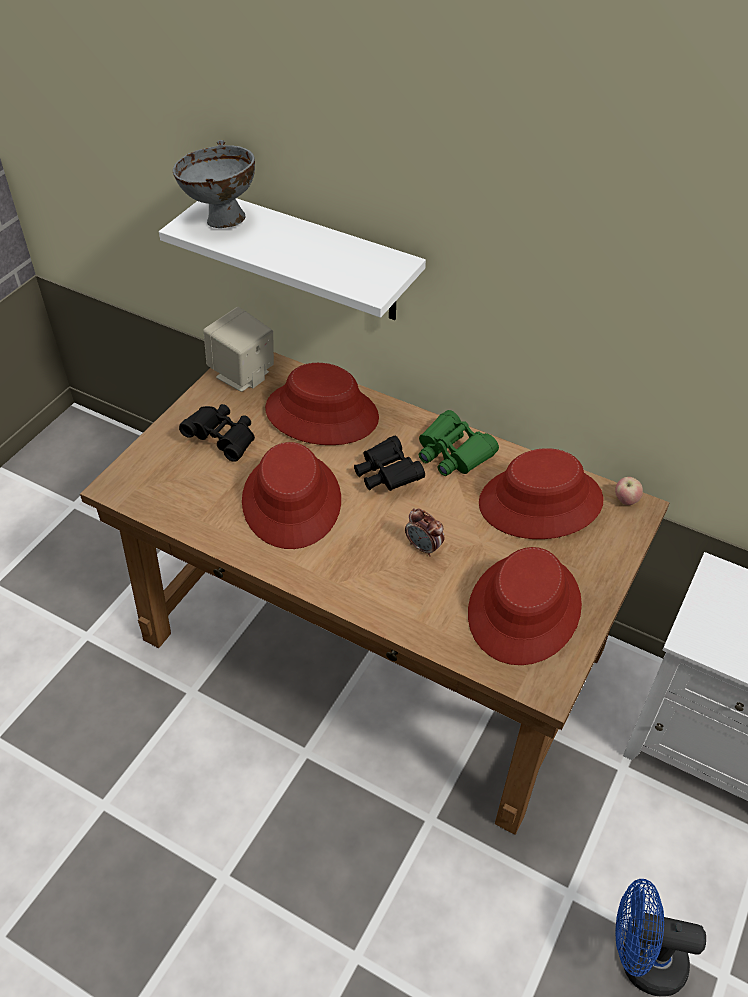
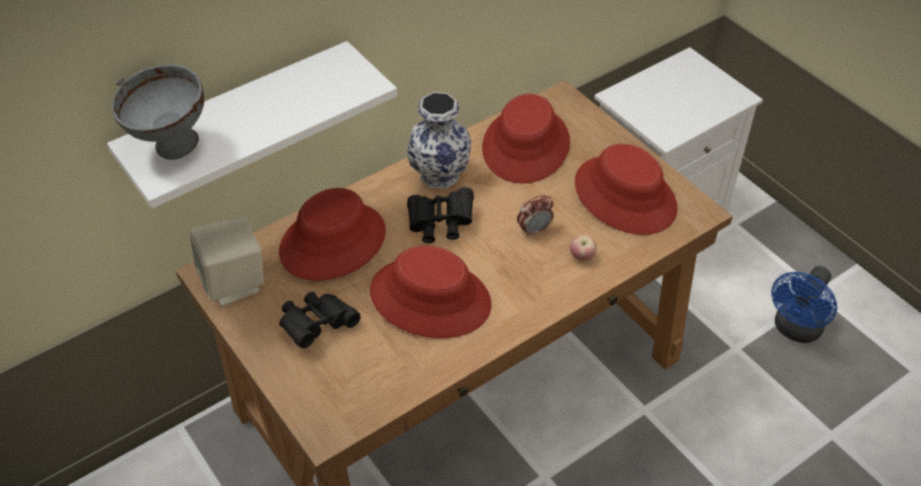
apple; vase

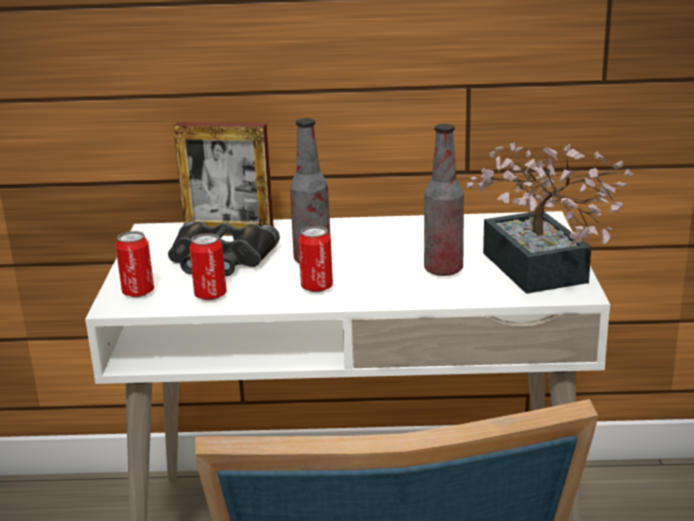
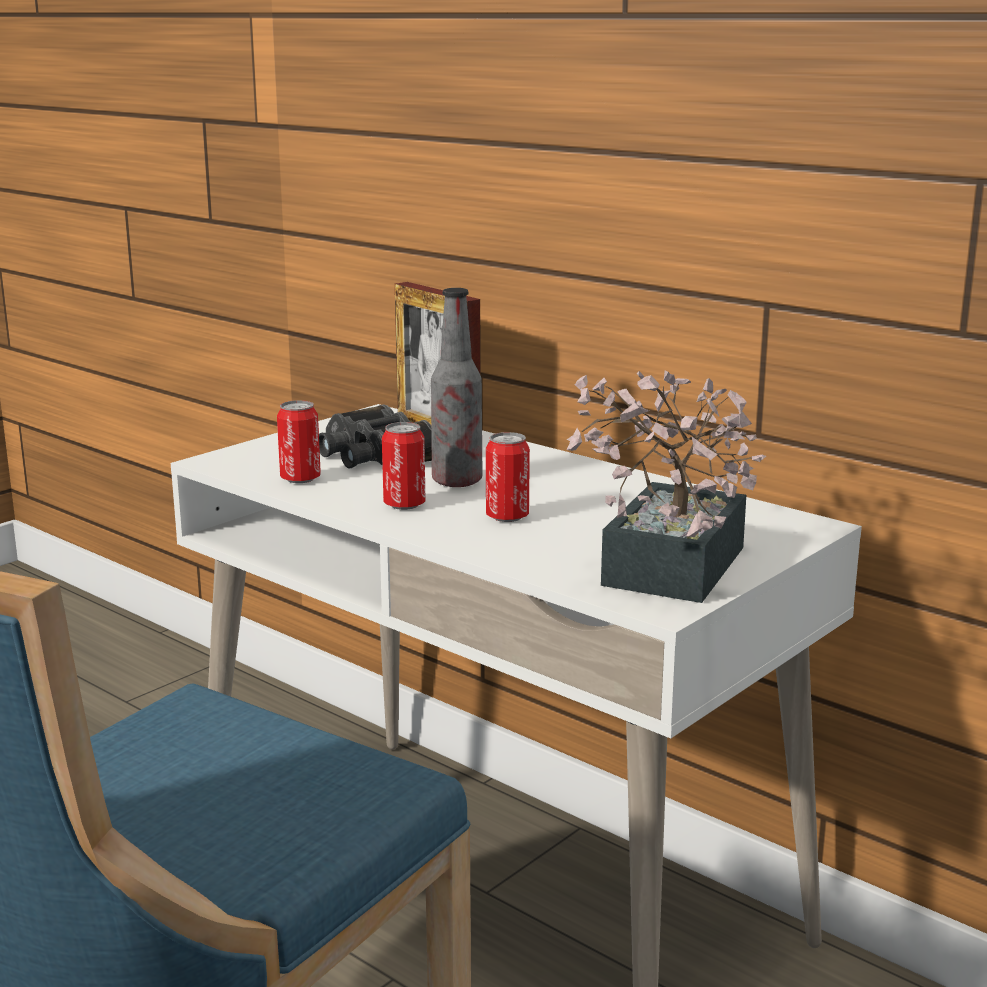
bottle (no. 2 from left in the first image); can (no. 3 from left)

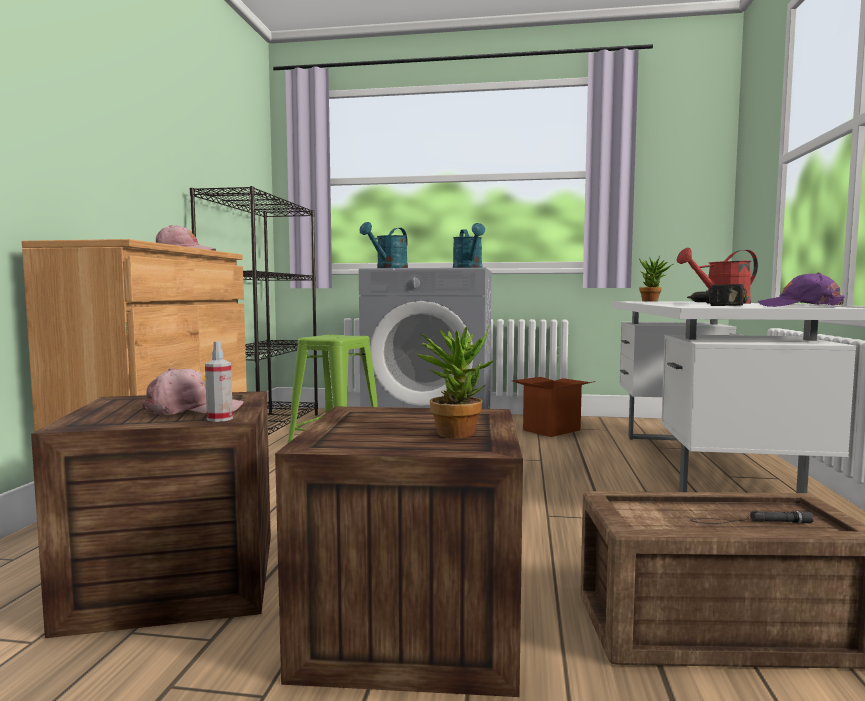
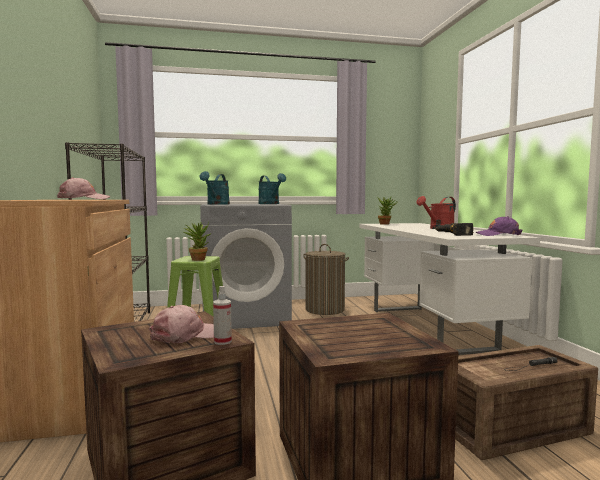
potted plant (no. 1 from left); laundry basket

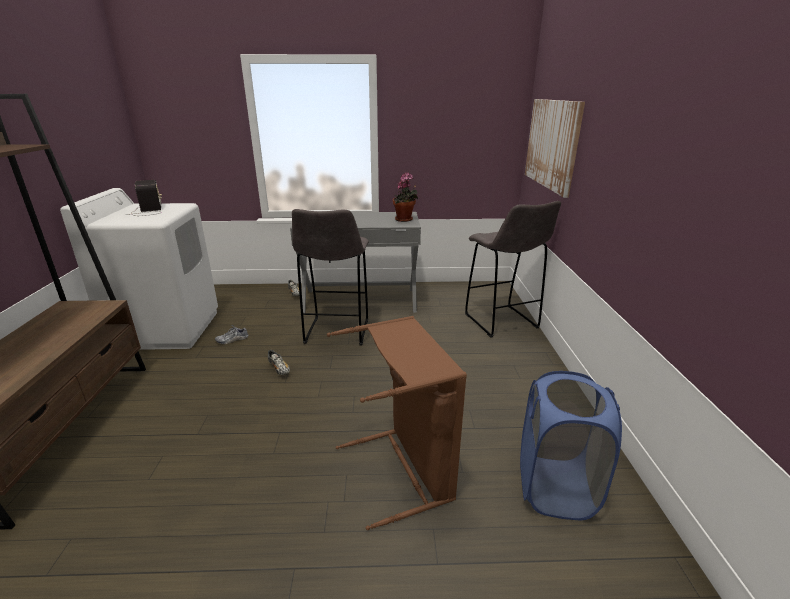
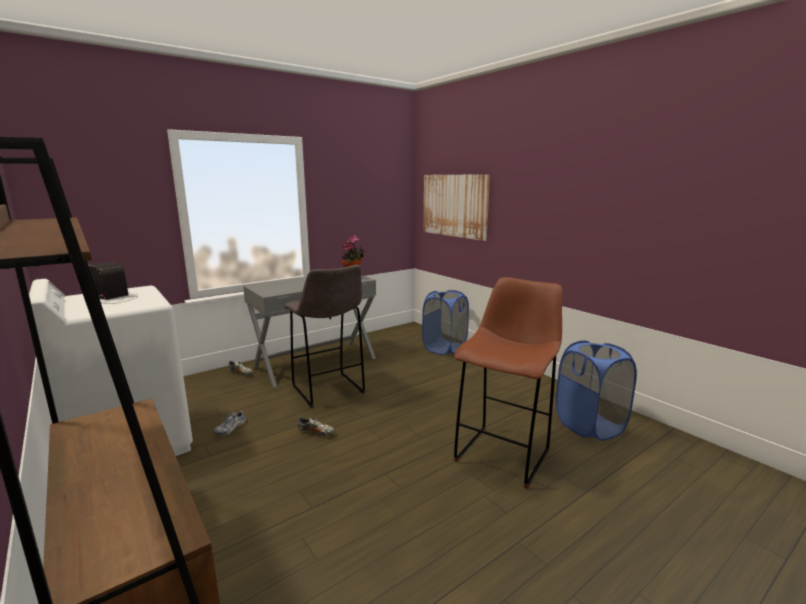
brown stool; blue laundry basket (no. 1 from left)

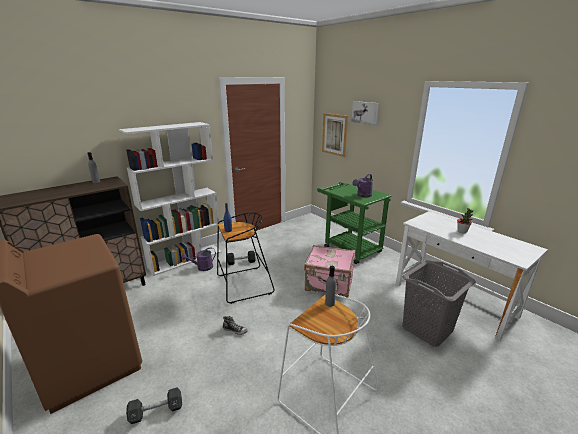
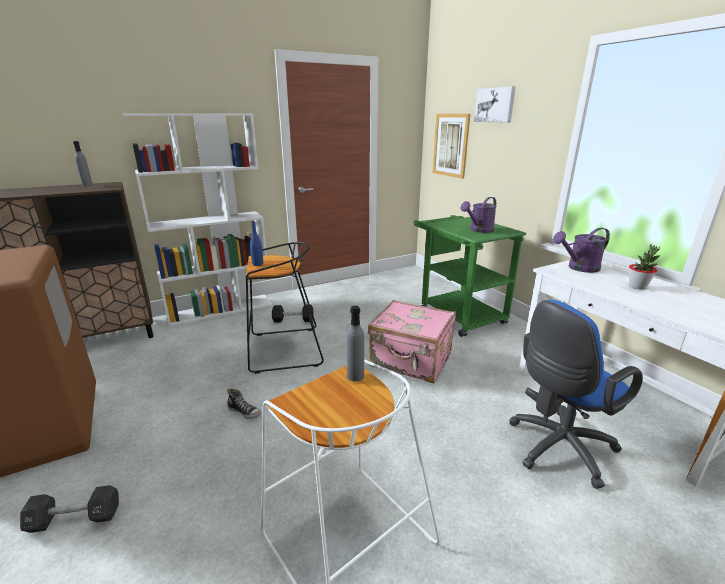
purple watering can (no. 2 from left); blue office chair

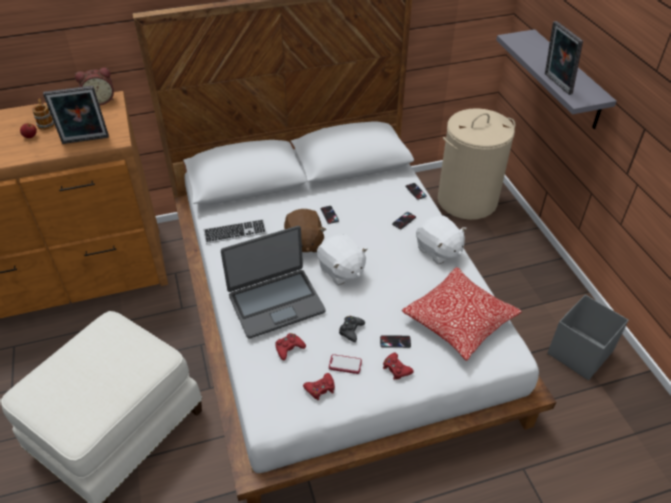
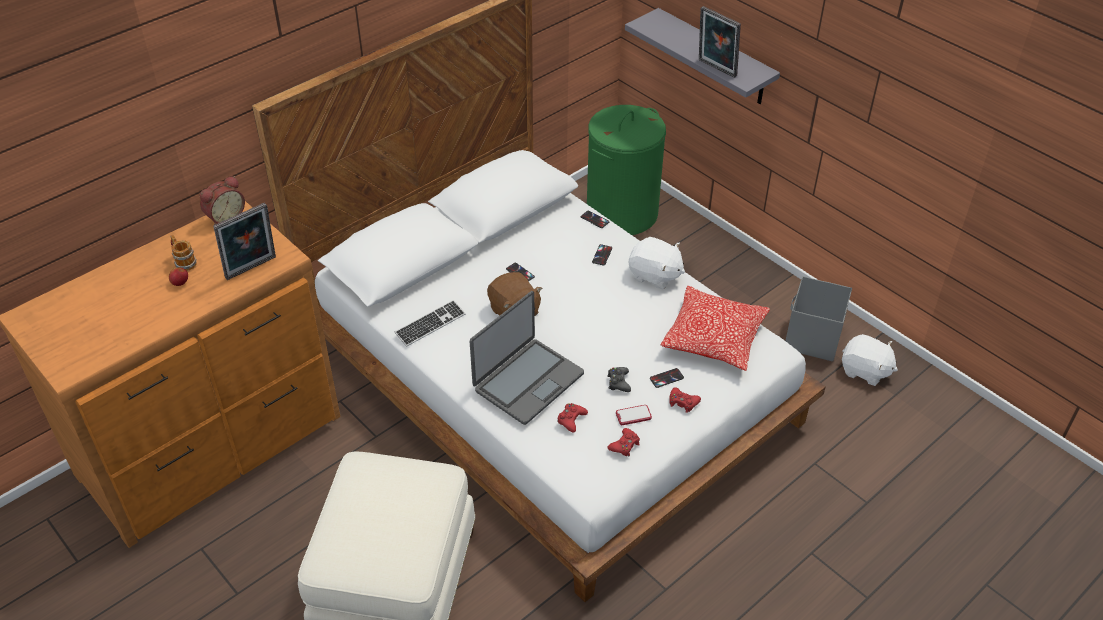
white plush toy (no. 2 from left); green laundry basket

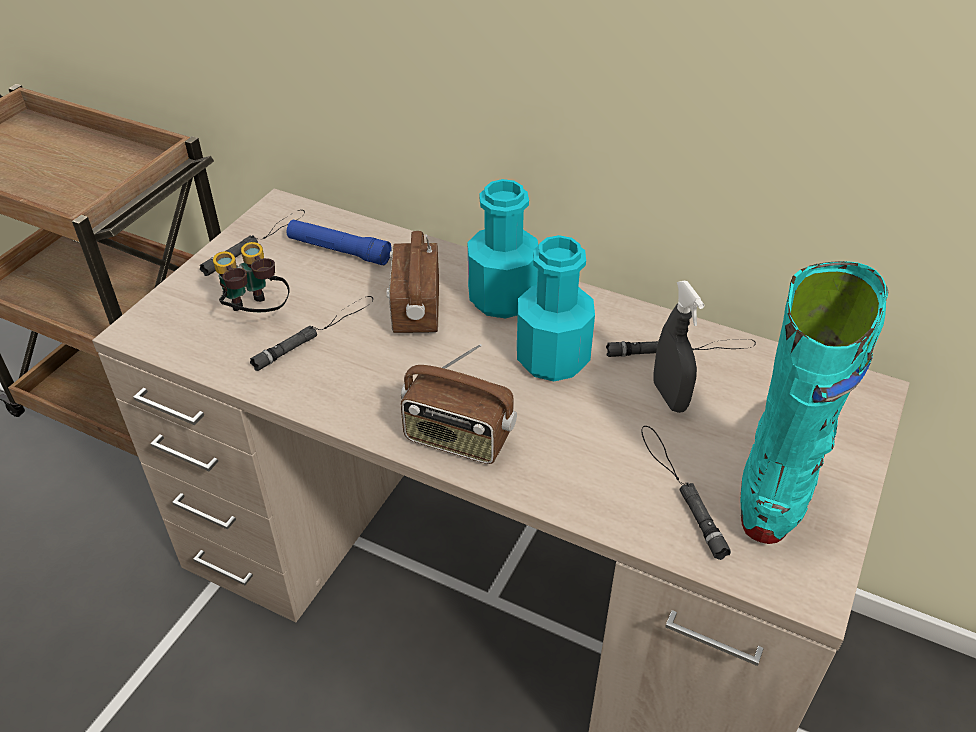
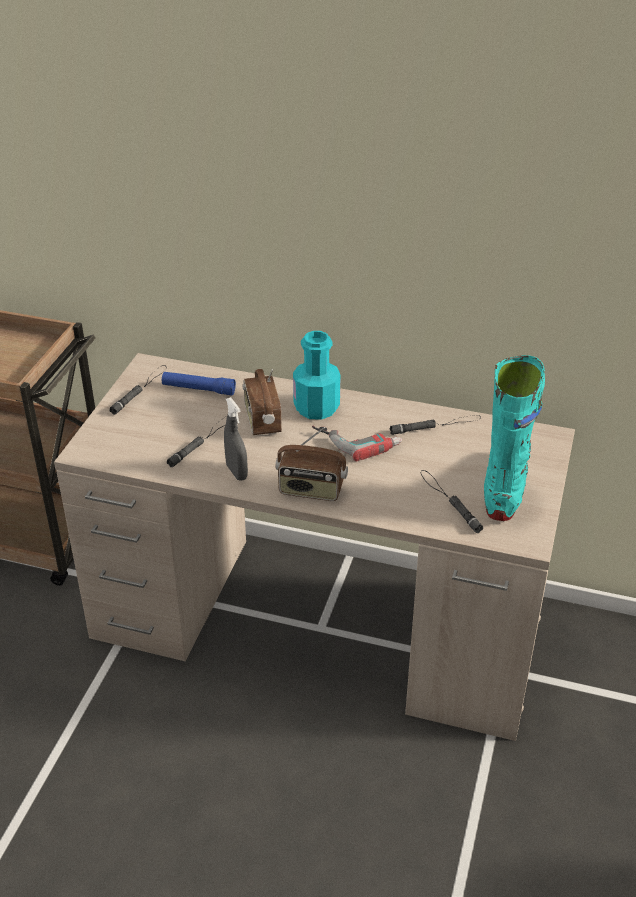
binoculars; grey spray bottle; power drill

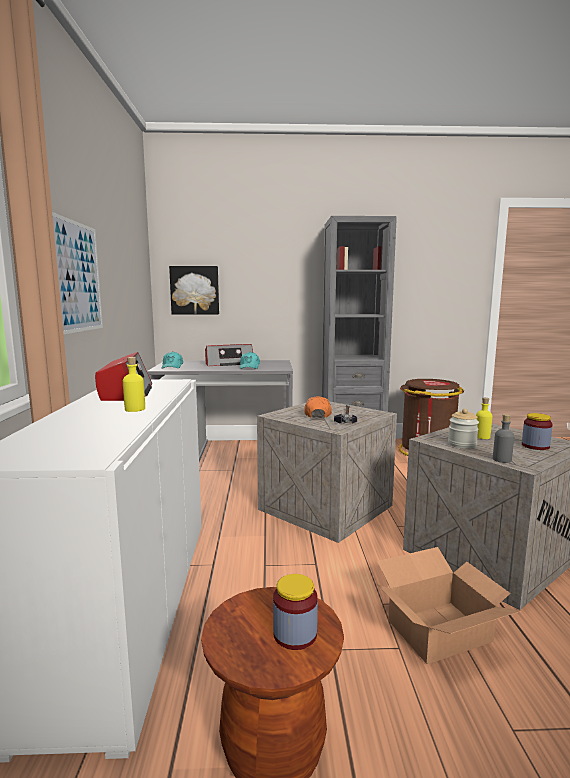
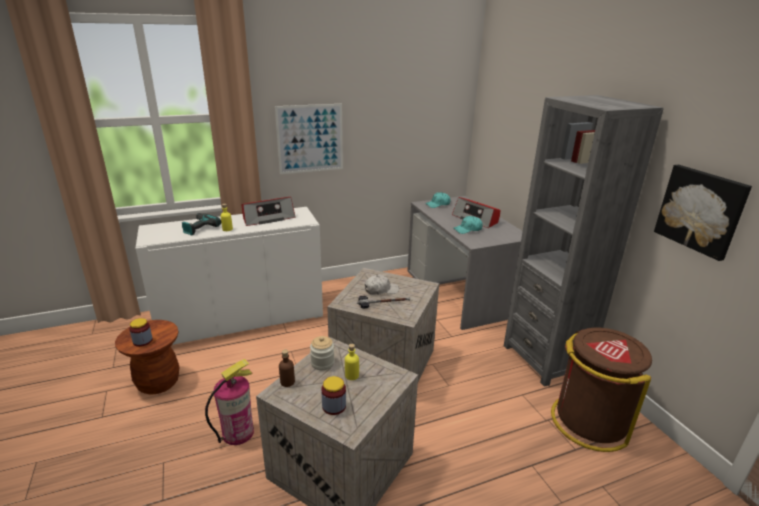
power drill; picture (no. 2 from left); fire extinguisher; white cap; brown bottle

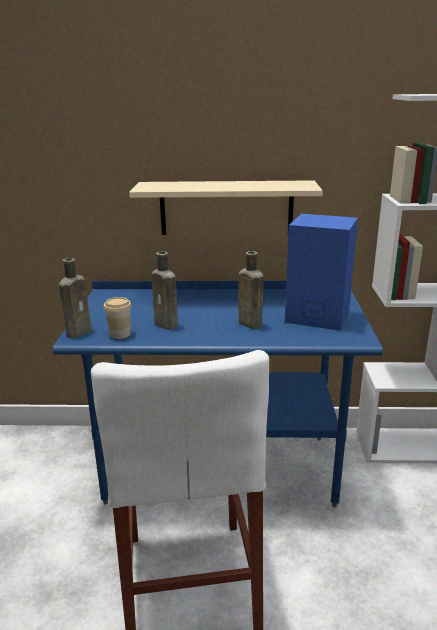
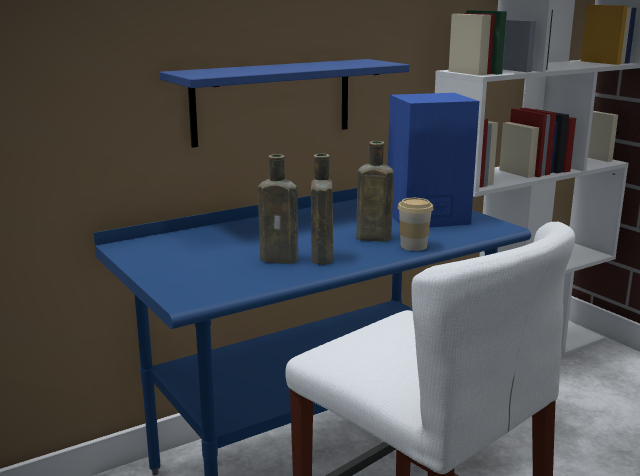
brown bottle (no. 2 from left); cup; blue shelf

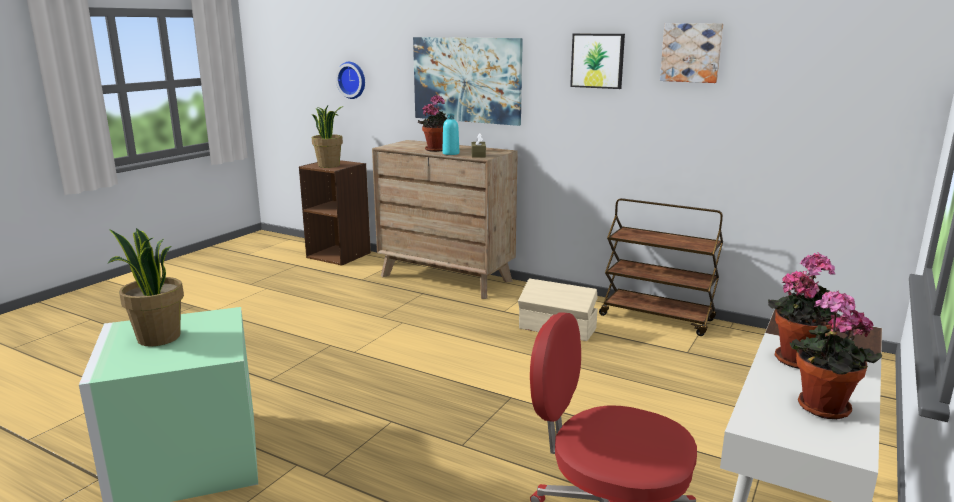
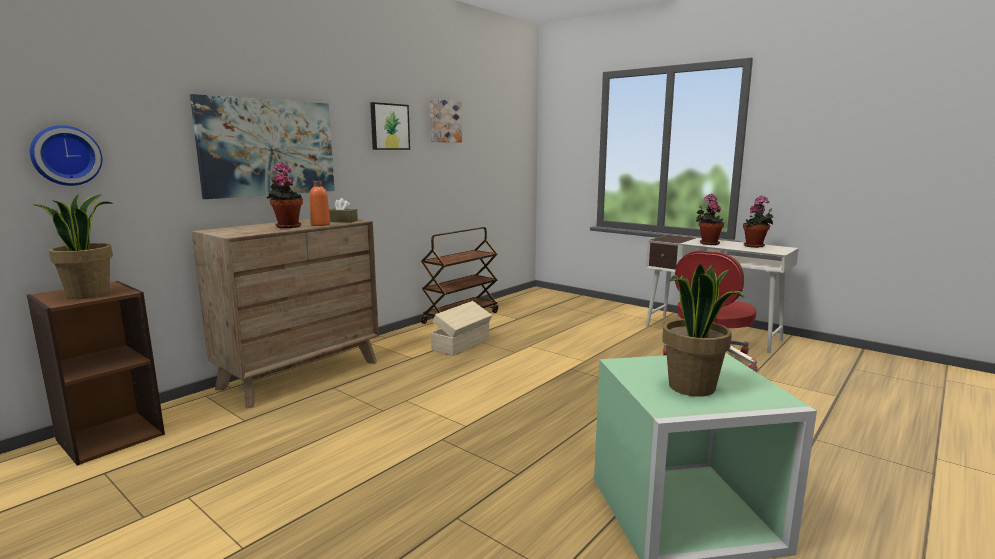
orange bottle

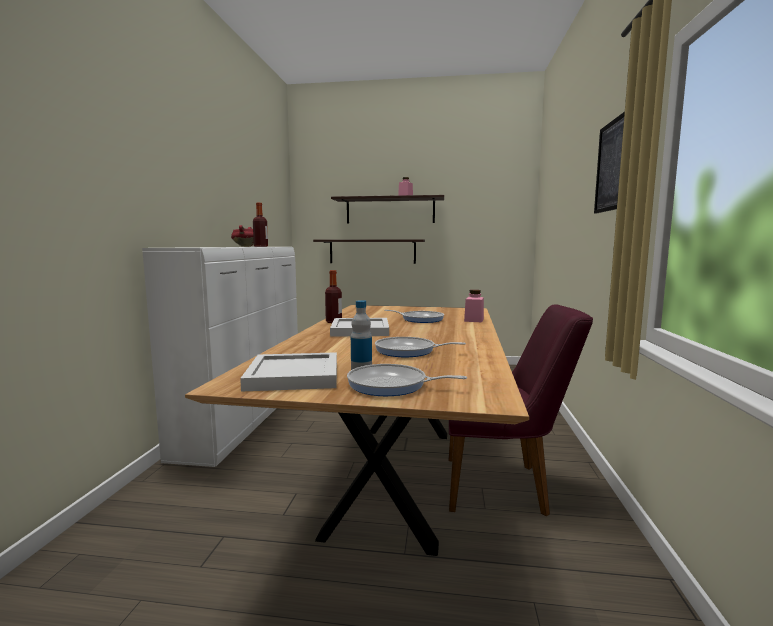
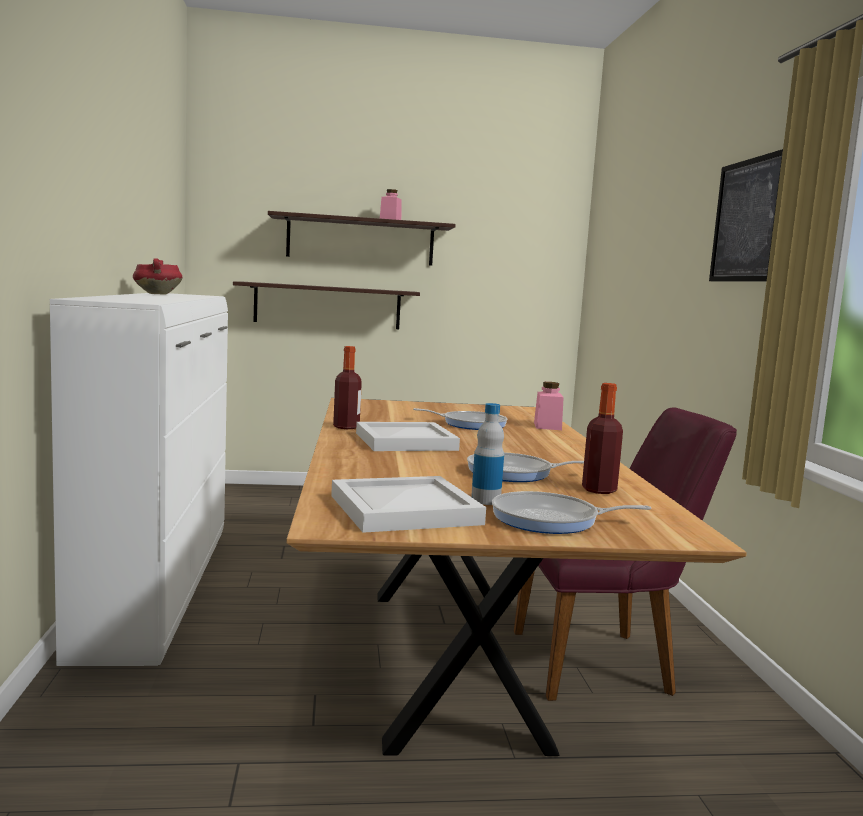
bottle (no. 3 from left)

